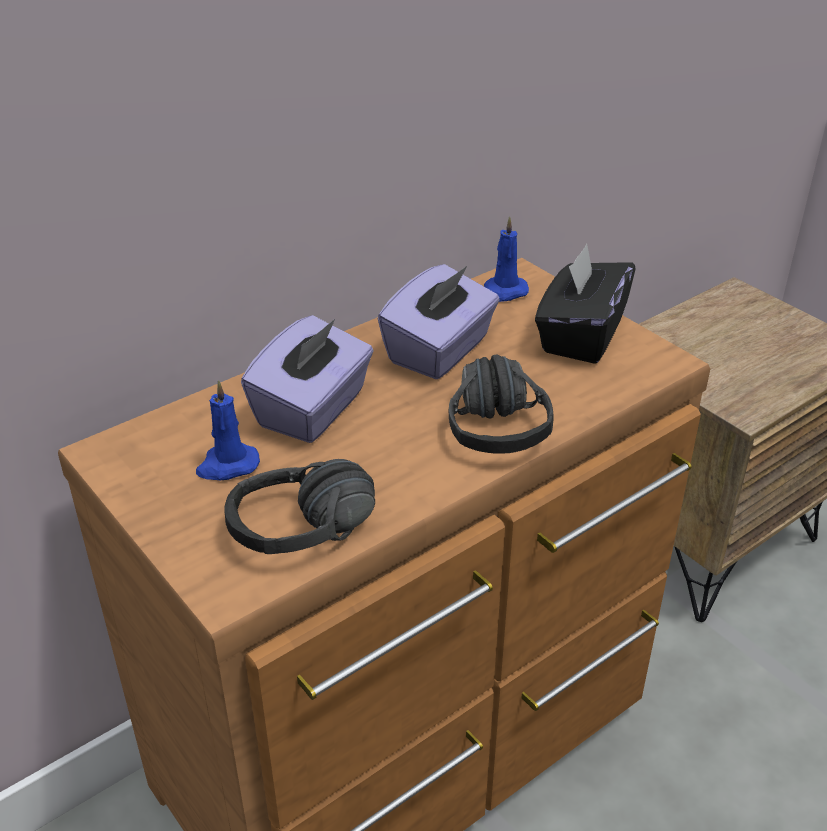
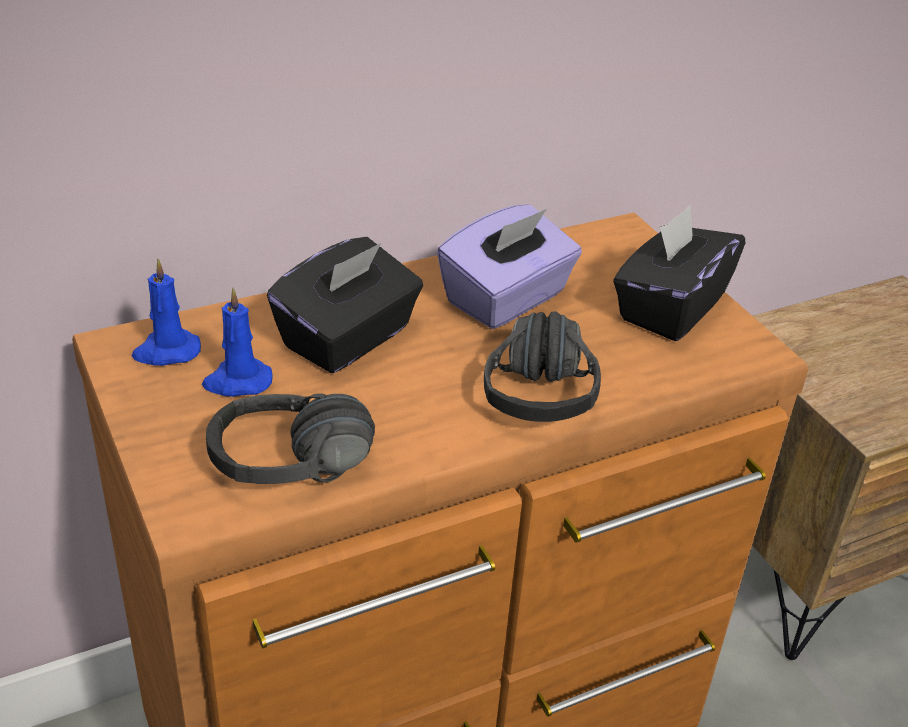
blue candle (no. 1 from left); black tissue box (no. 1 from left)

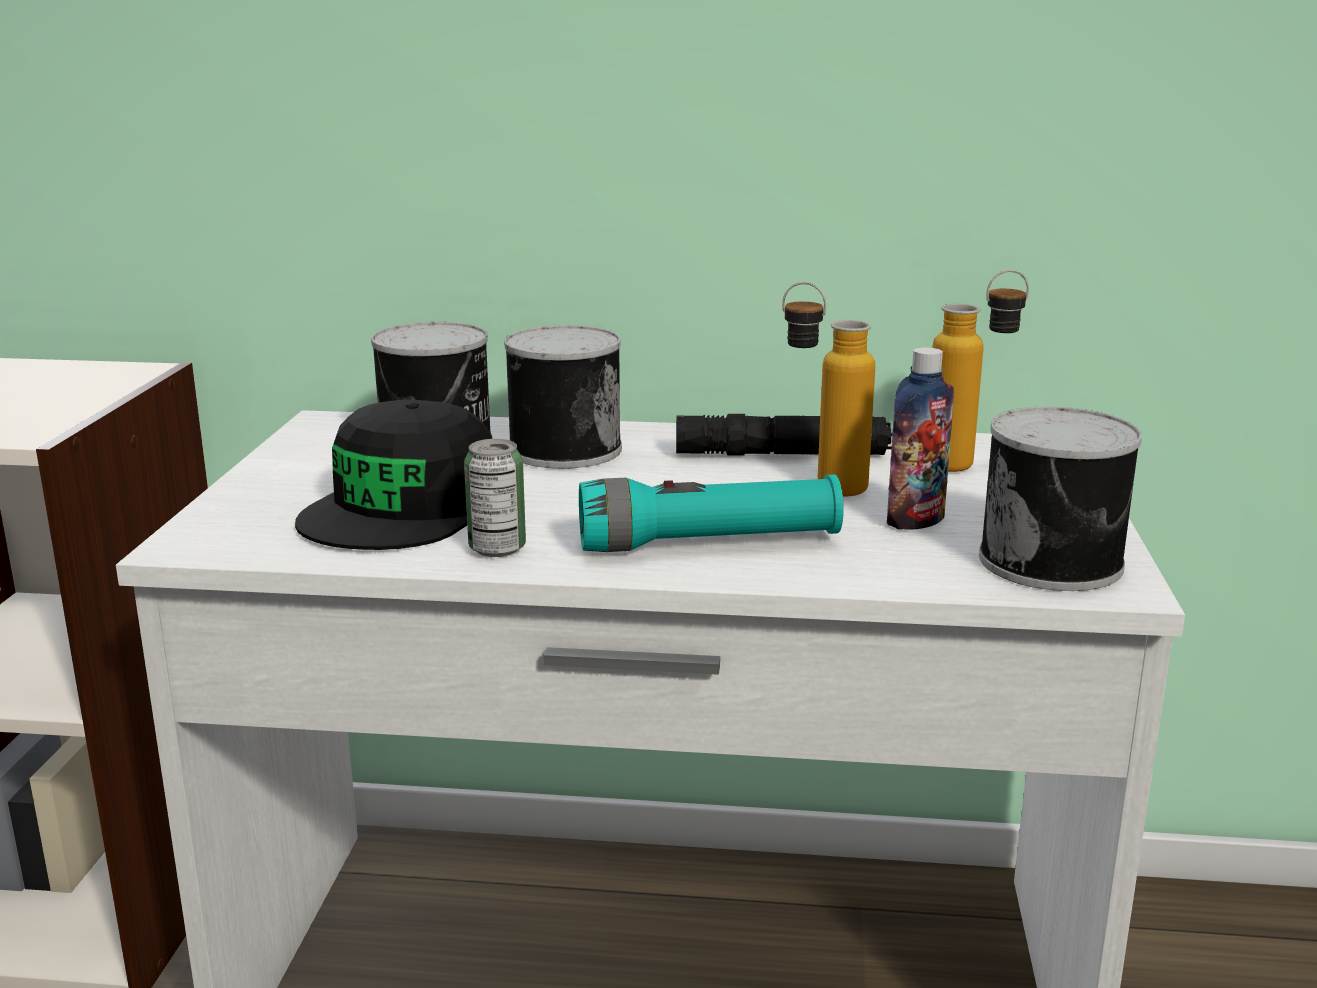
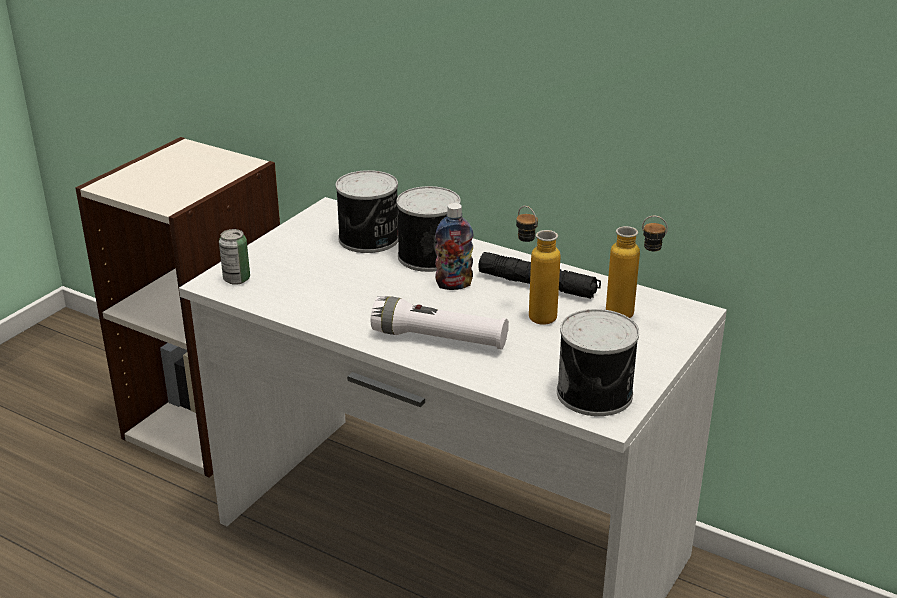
black cap; can (no. 1 from left); bottle (no. 1 from left); white flashlight

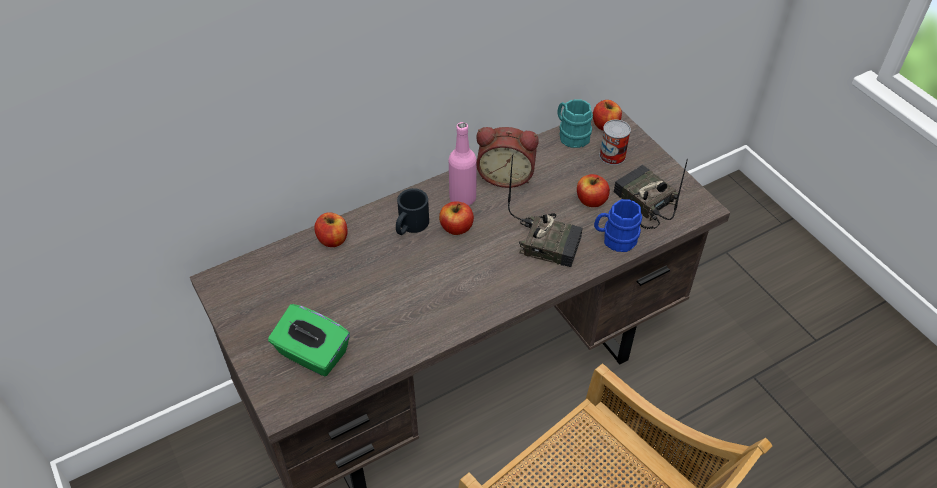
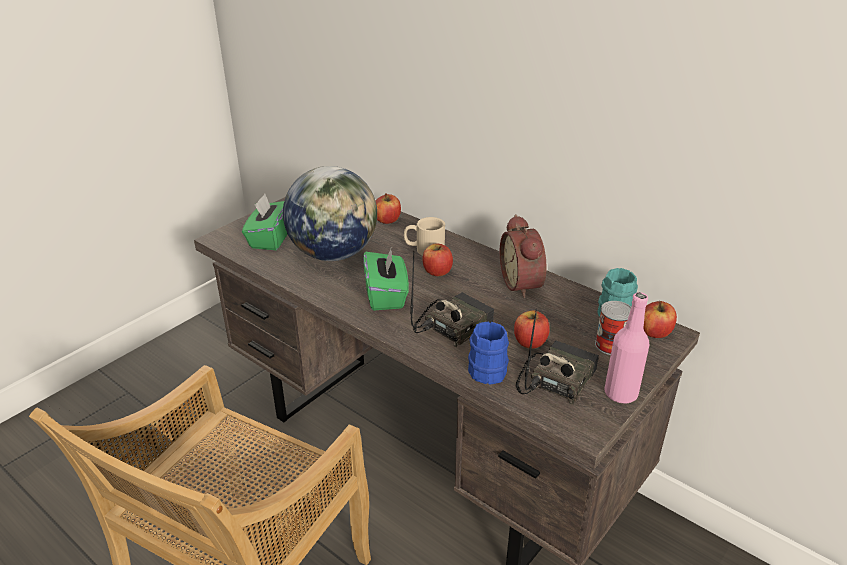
globe; green tissue box (no. 2 from left); pink bottle; beige mug; radio (no. 1 from left)

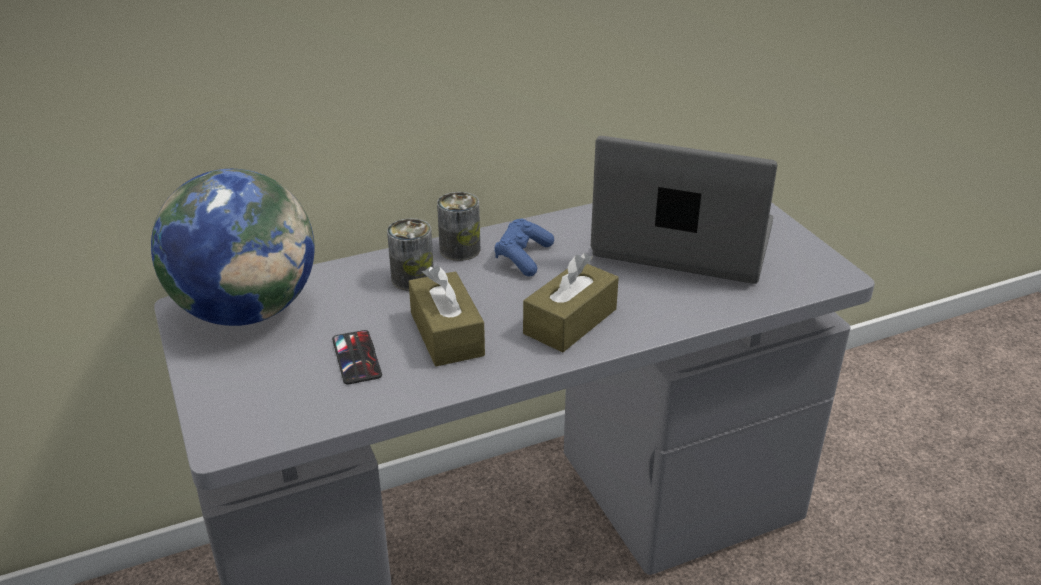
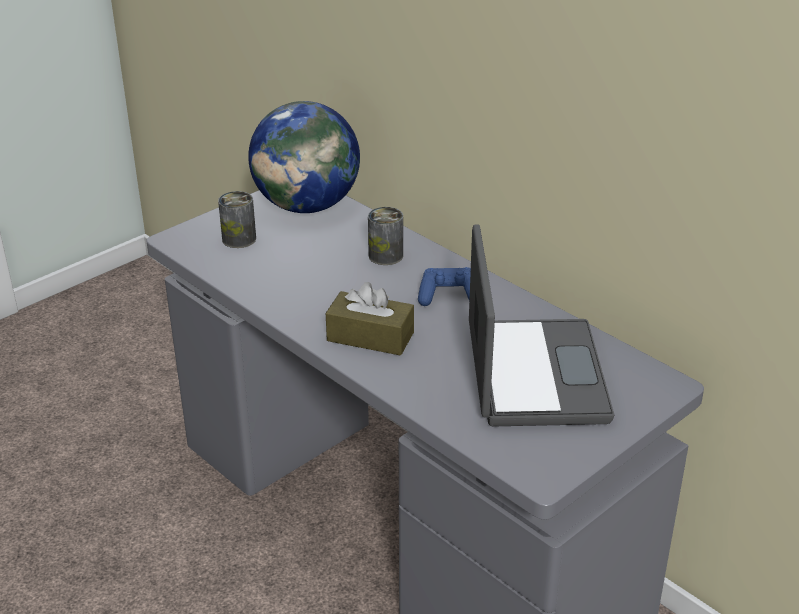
phone; brown tissue box (no. 1 from left in the first image); can (no. 1 from left)

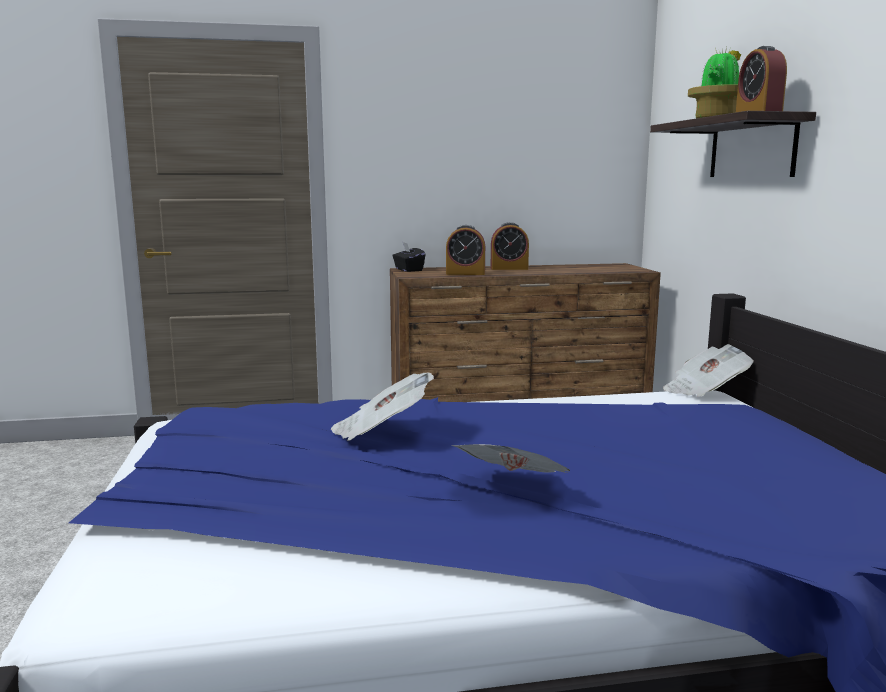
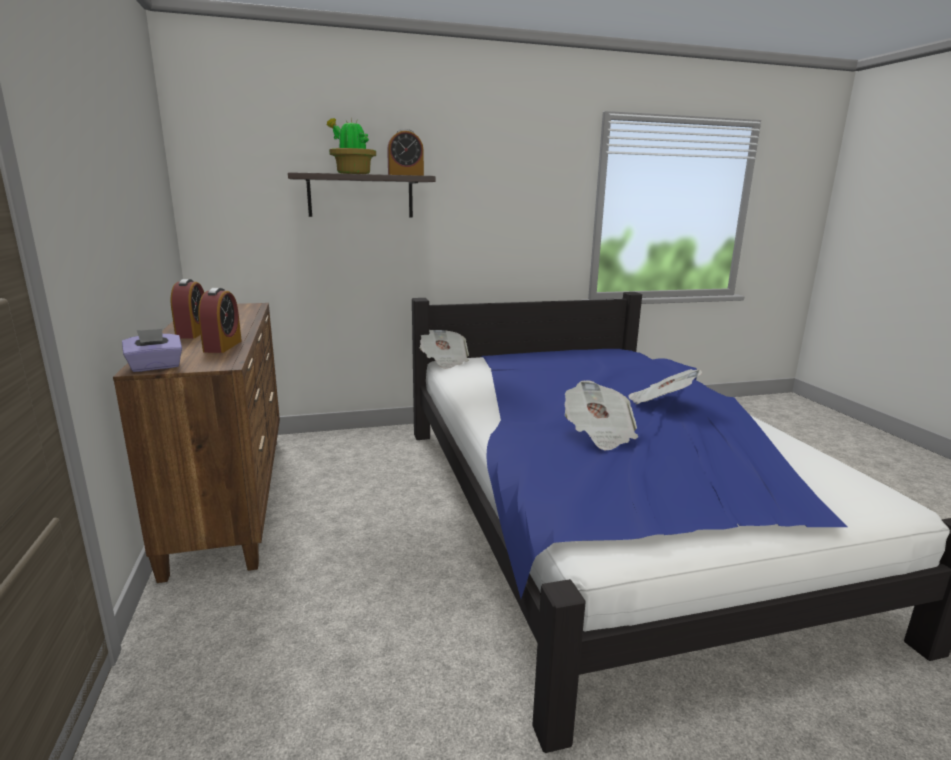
purple tissue box

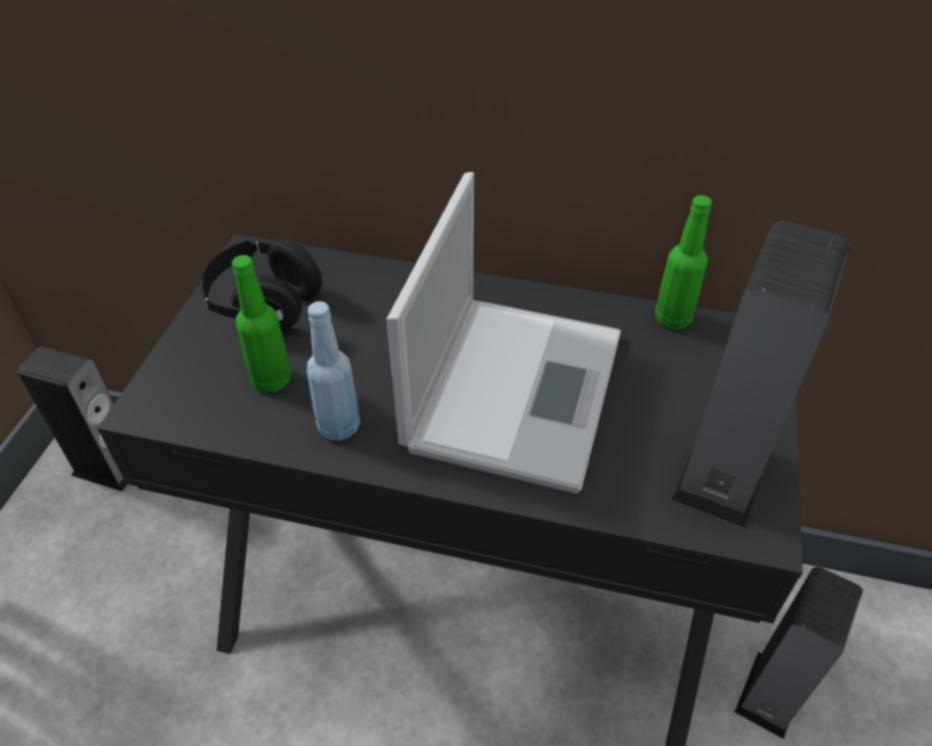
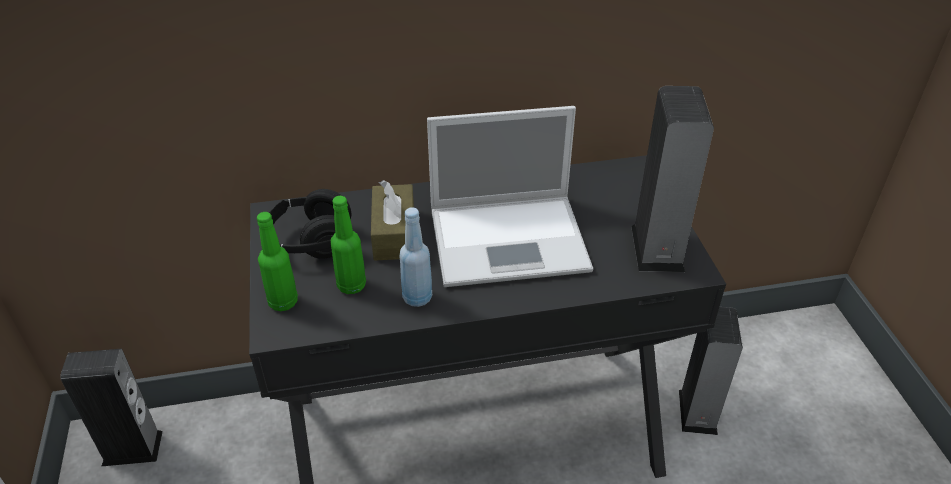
brown tissue box; green bottle (no. 1 from left); laptop

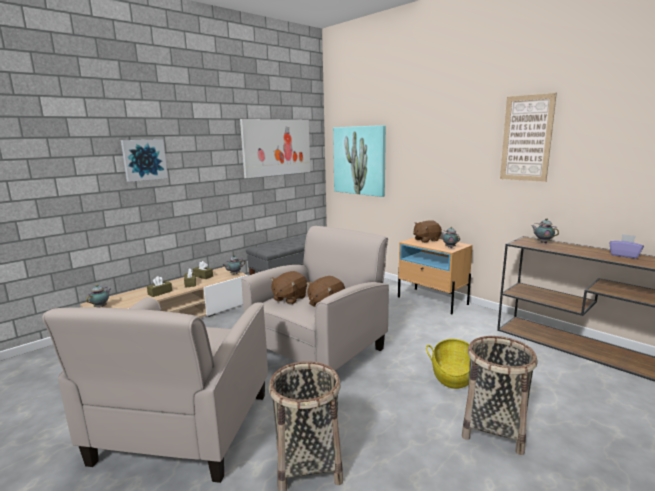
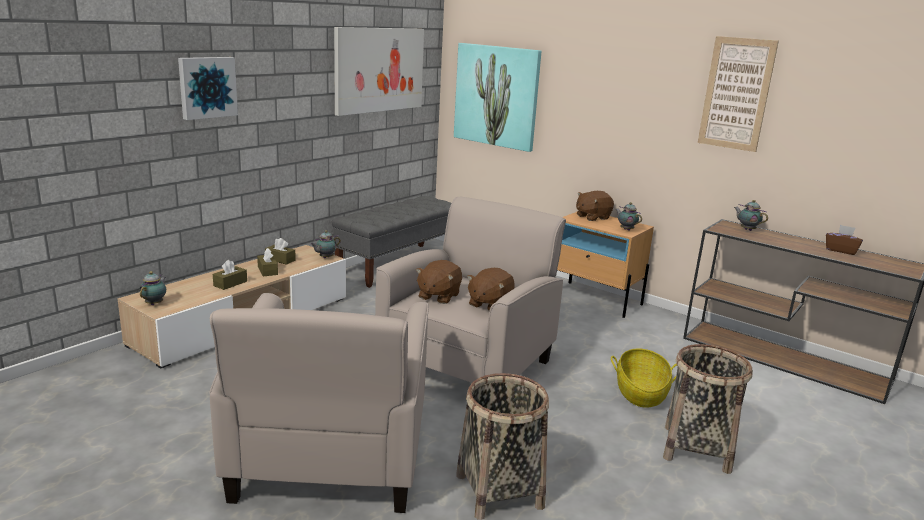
brown tissue box (no. 4 from left)

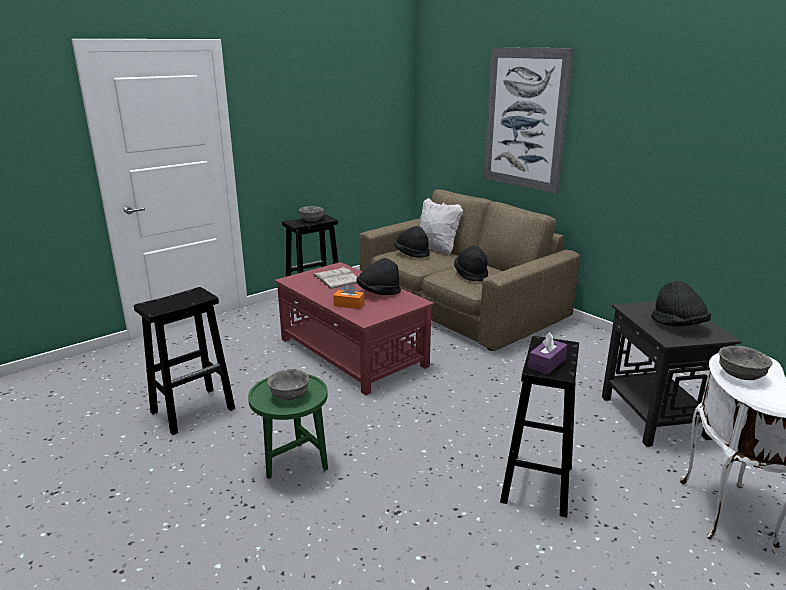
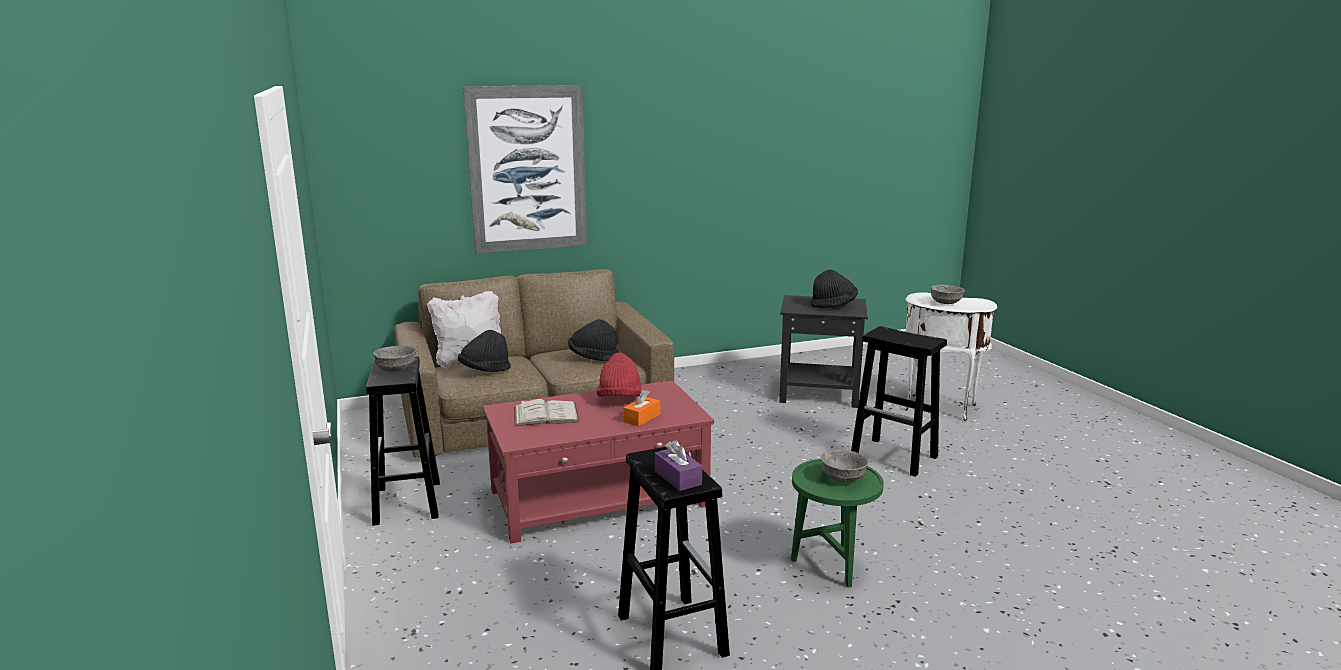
purple tissue box; red hat

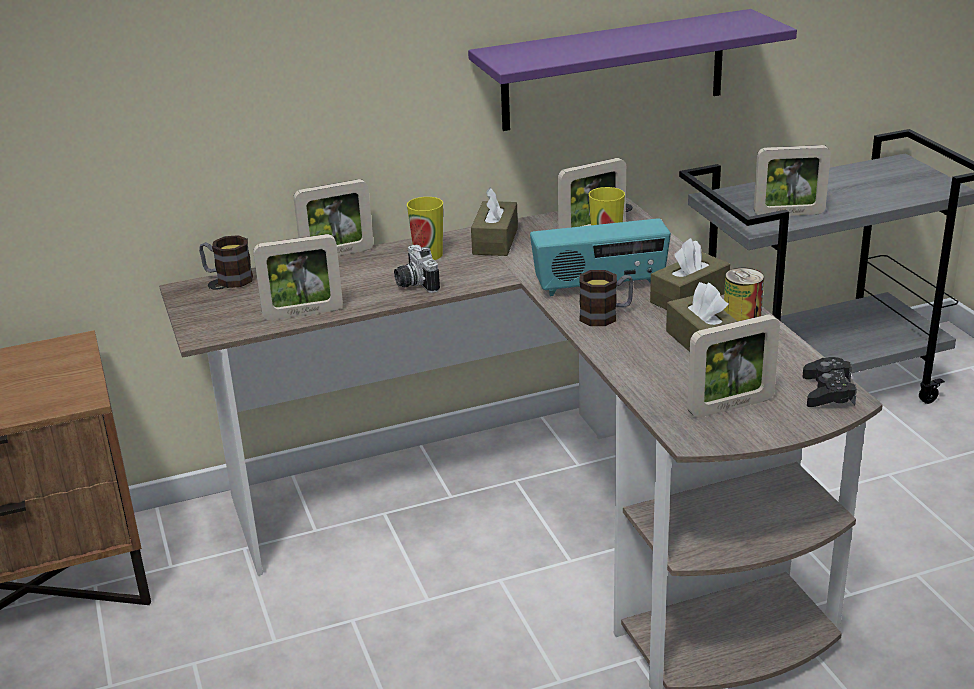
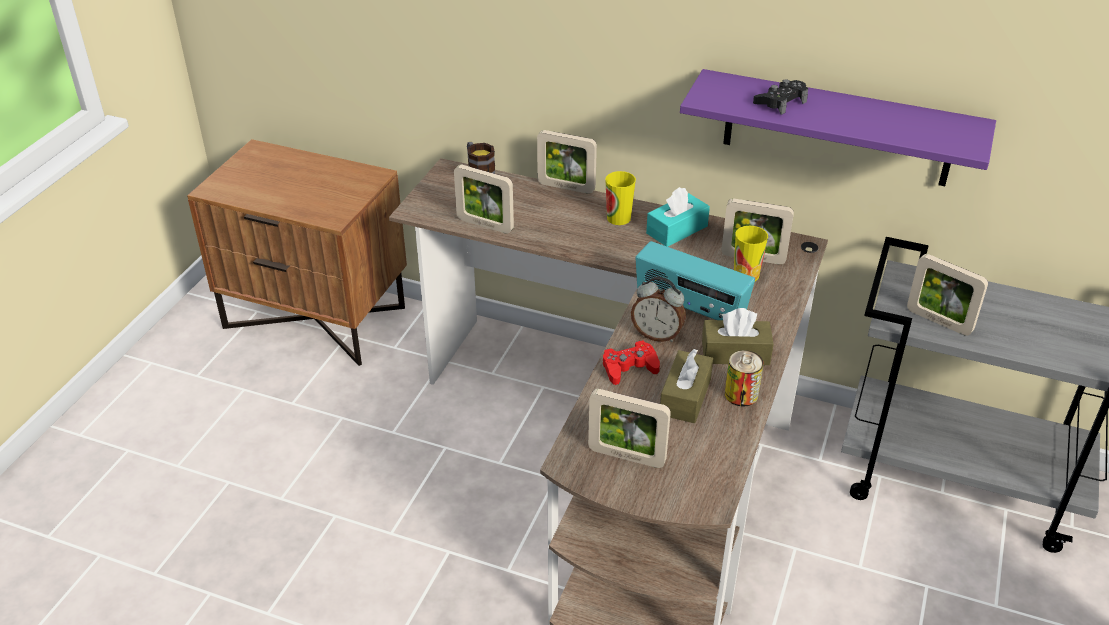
photo camera; red game controller; black game controller; alarm clock; turquoise tissue box

